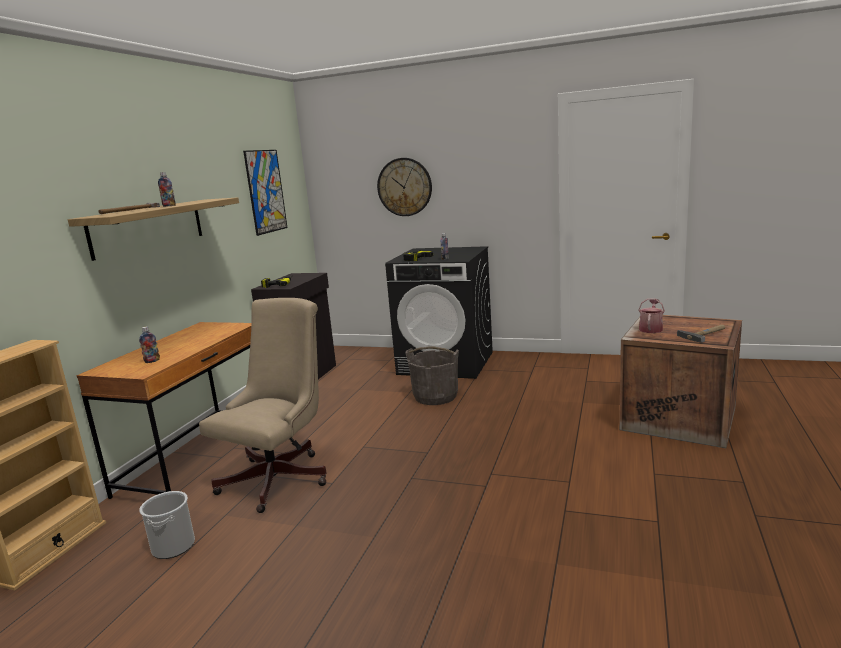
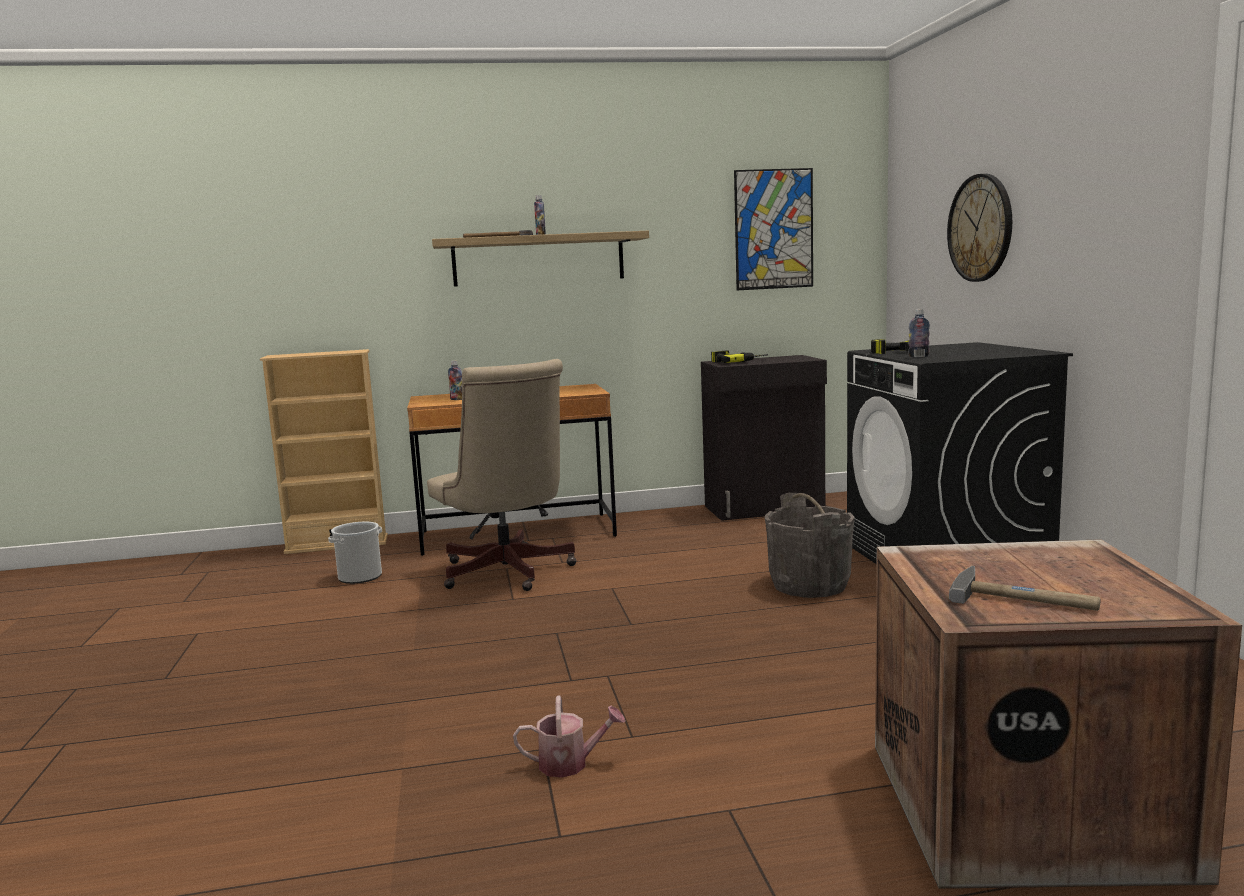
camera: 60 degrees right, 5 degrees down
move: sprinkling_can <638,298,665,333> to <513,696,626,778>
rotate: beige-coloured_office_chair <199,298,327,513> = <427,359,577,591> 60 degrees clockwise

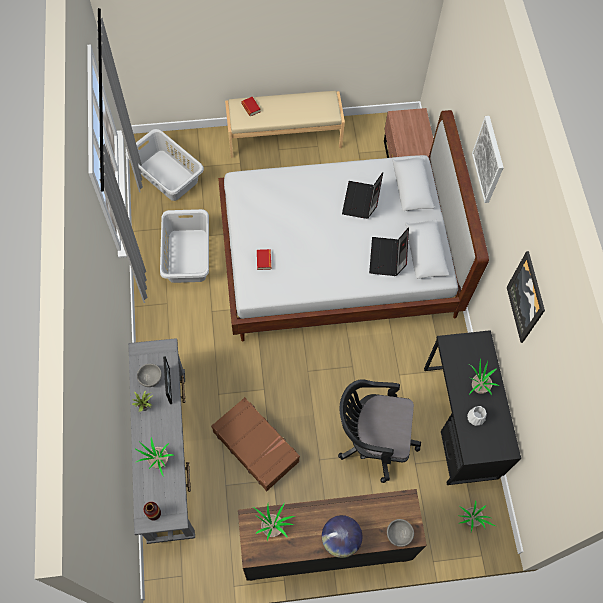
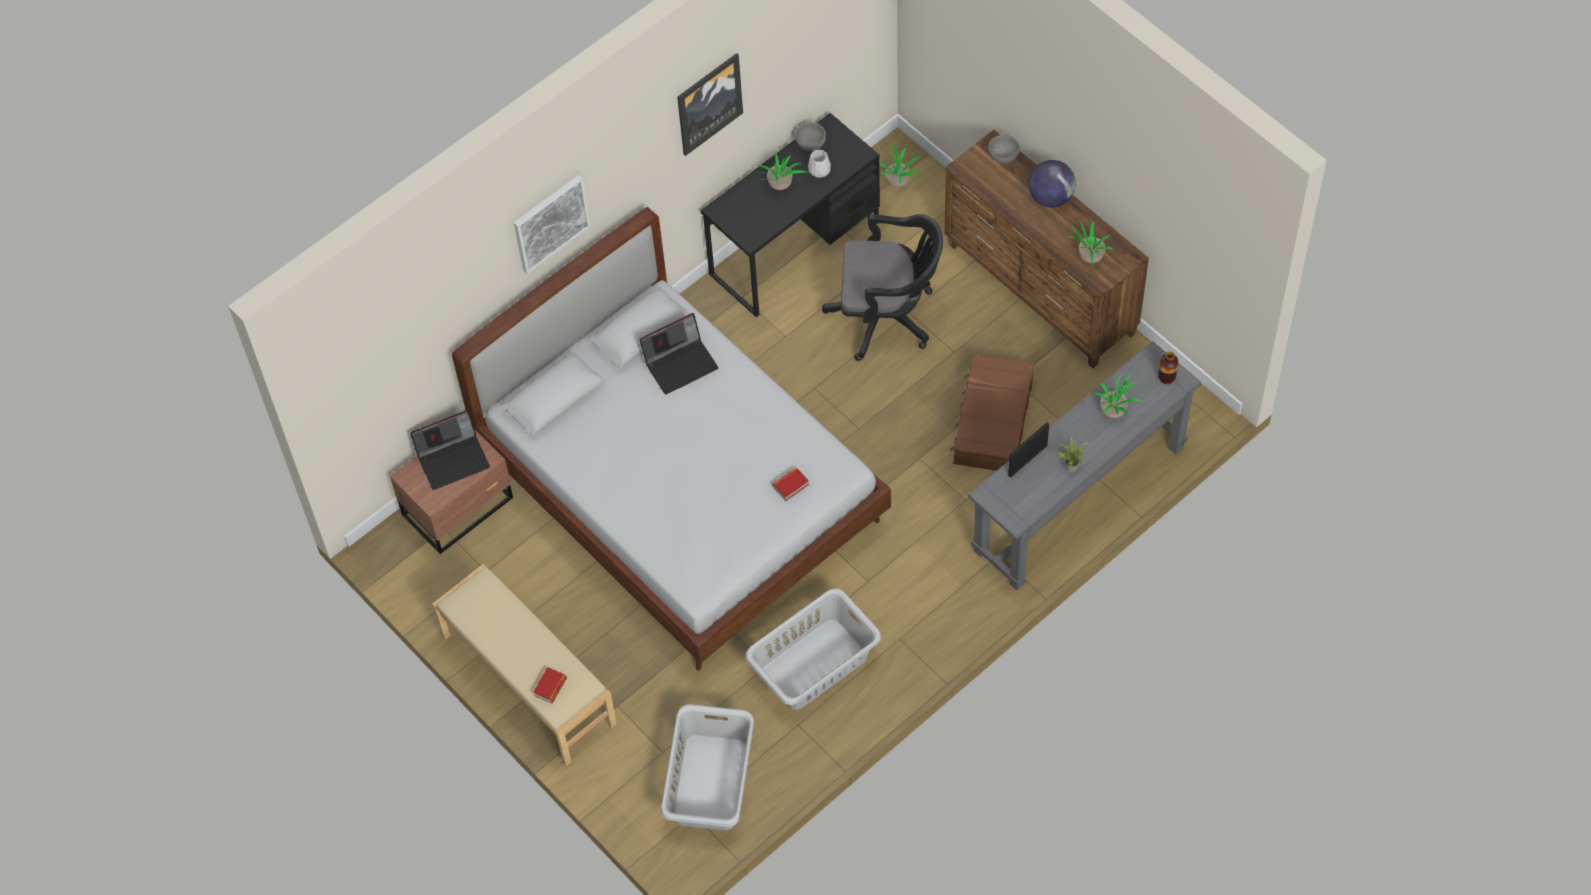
camera: 120 degrees left, 5 degrees down
move: gray_deep_dish <137,364,162,387> to <795,122,826,151>; laptop <342,172,383,219> to <410,410,490,490>
rotate: blackish_office_chair <338,379,421,483> = <822,214,943,361> 60 degrees counterclockwise

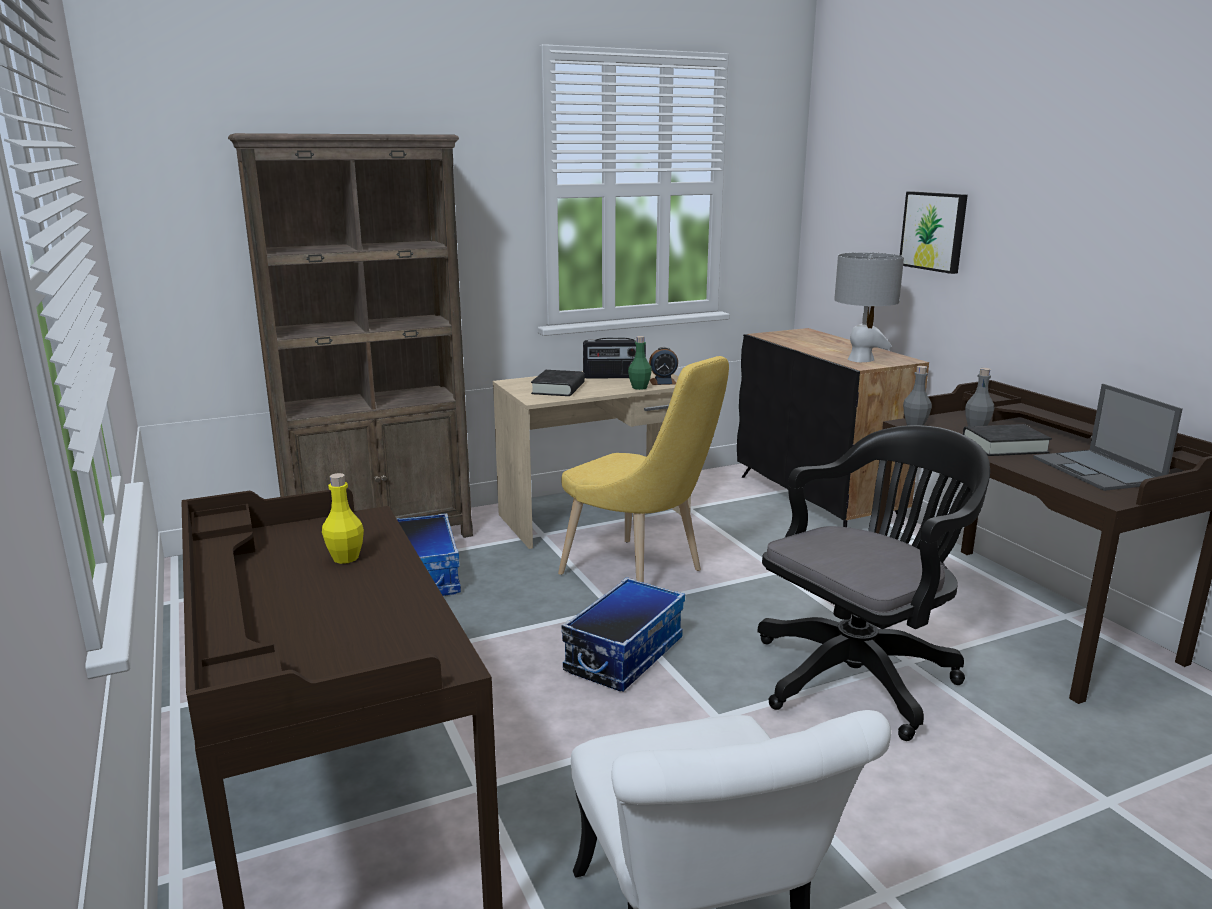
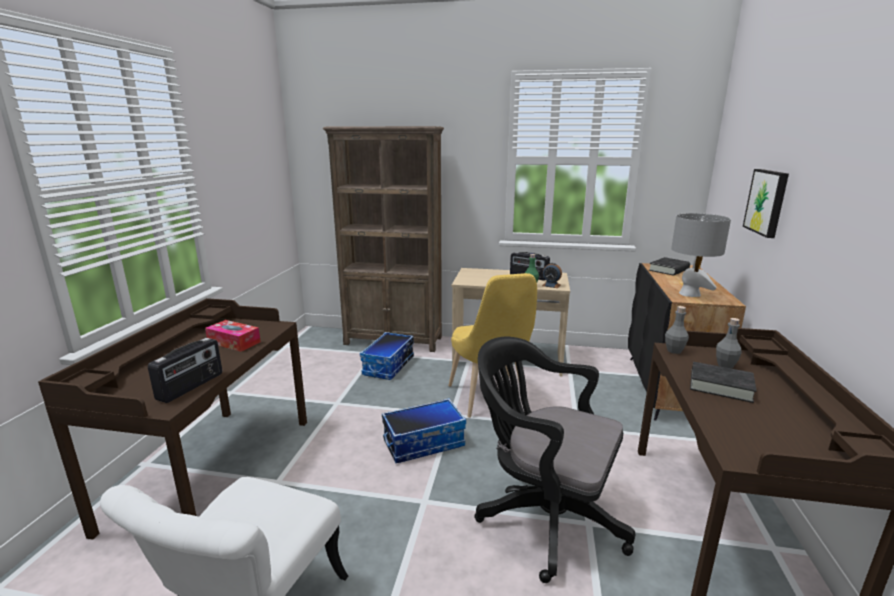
camera: 35 degrees right, 0 degrees up
delete: laptop <1033,384,1183,491>
insert: radio <148,338,222,403>
move: blackish_bound_book <531,370,585,396> to <649,257,690,276>
replace: yellow_beverage_bottle <322,473,364,564> to tissue_box <205,320,261,352>
rotate: blackish_office_chair <758,425,990,741> = <474,337,635,583> 150 degrees counterclockwise

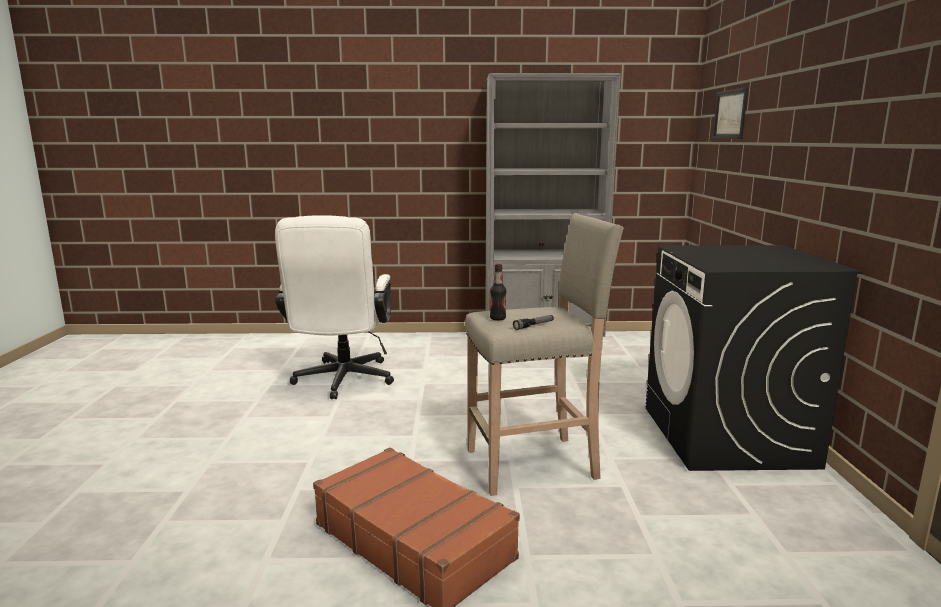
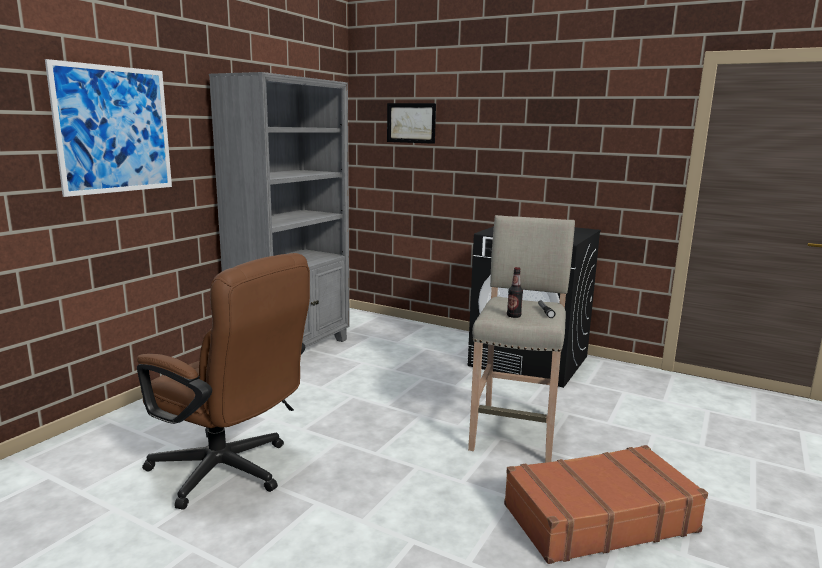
camera: 60 degrees left, 0 degrees up
insert: picture <45,59,172,197>
recolor: whitish_office_chair <275,215,394,399> to brown_office_chair <137,253,310,510>

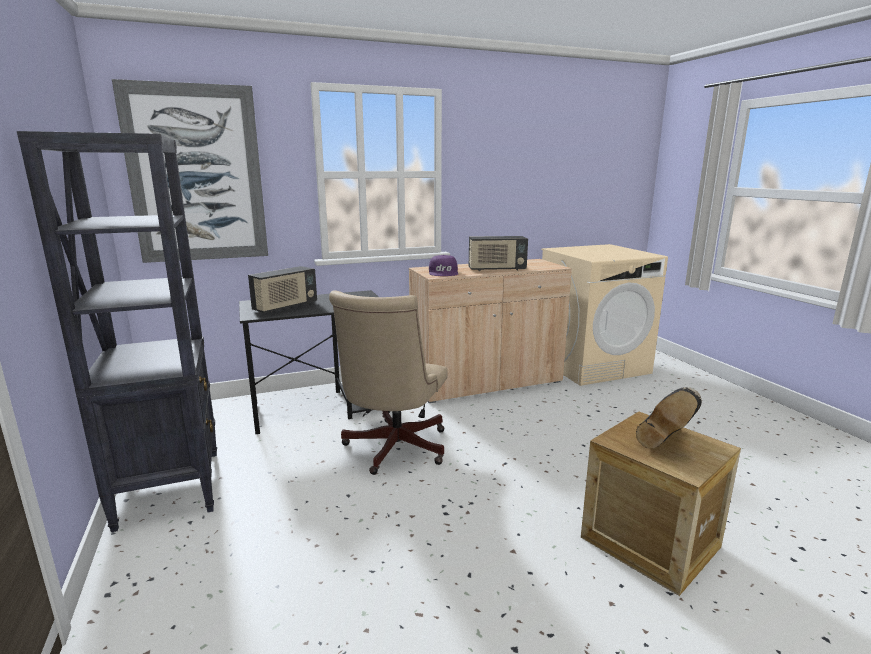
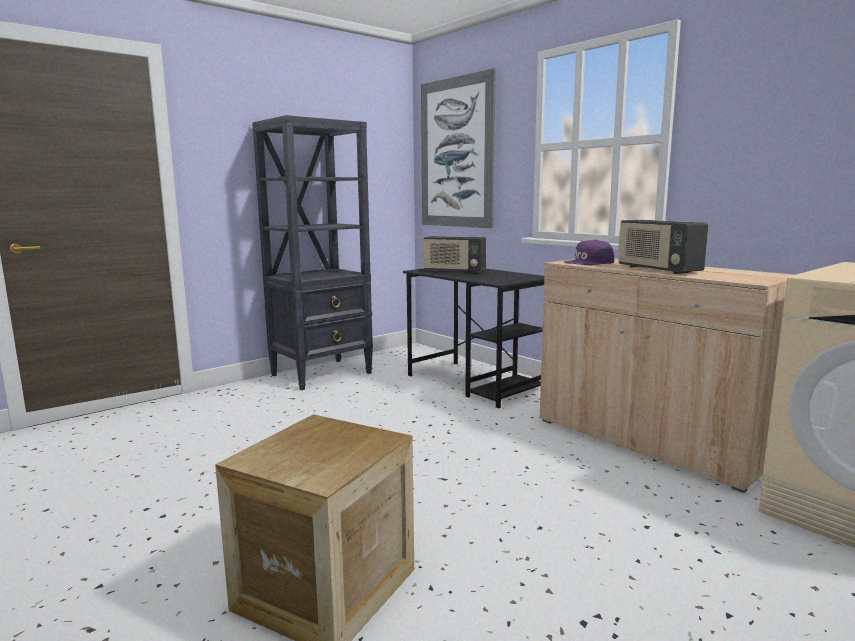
camera: 70 degrees right, 5 degrees down
delete: beige-coloured_office_chair <329,290,448,475>; blackish_high-top_boot <636,387,702,449>

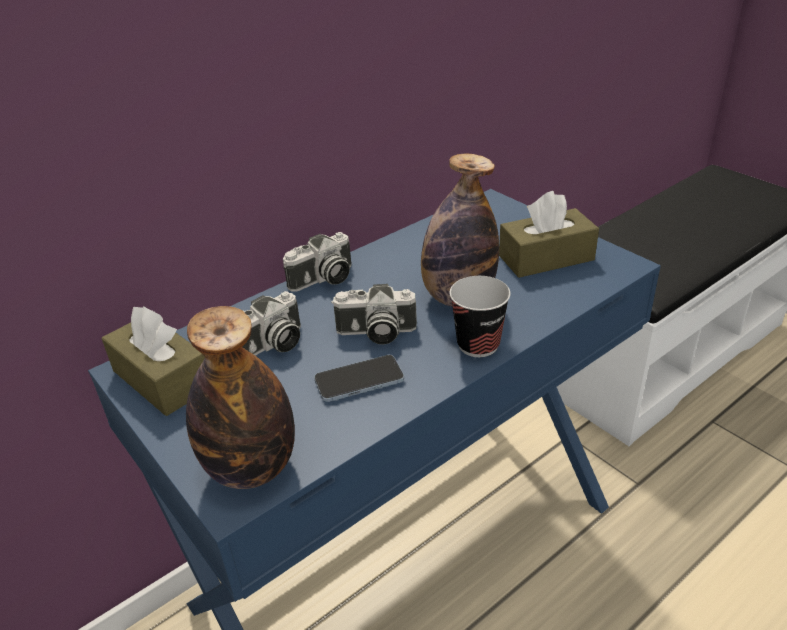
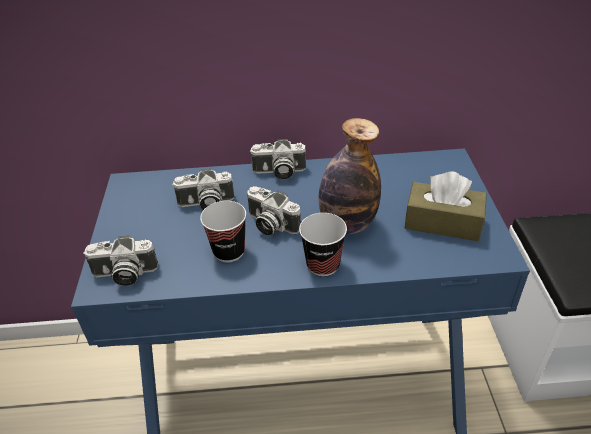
camera: 35 degrees right, 5 degrees up
delete: brown_tissue_box <101,306,205,416>
replace: beverage_bottle <186,306,295,489> to still_camera <83,236,158,286>; handset <314,355,404,402> to cup <200,201,246,262>

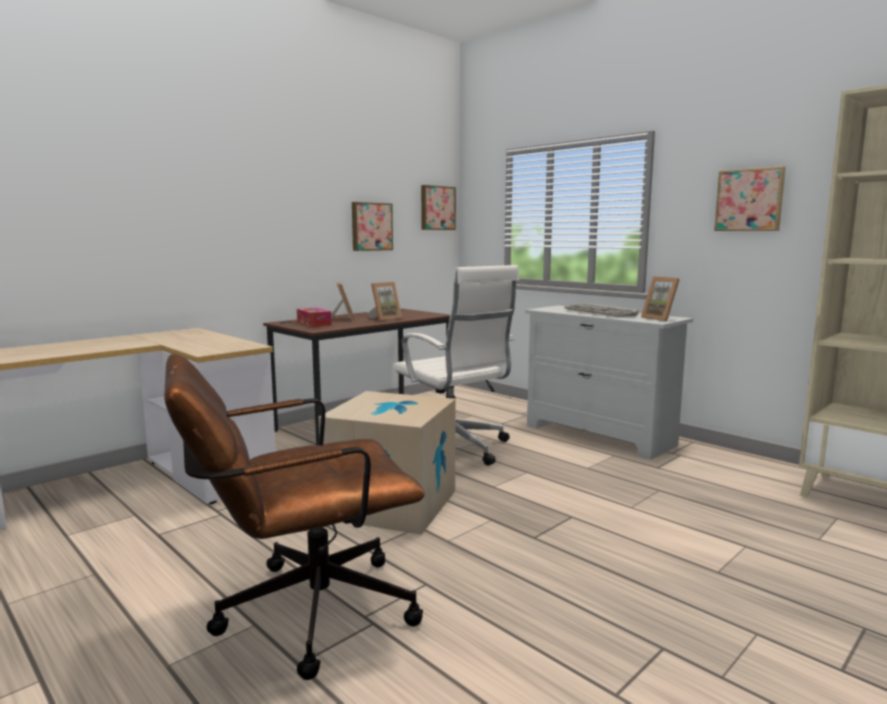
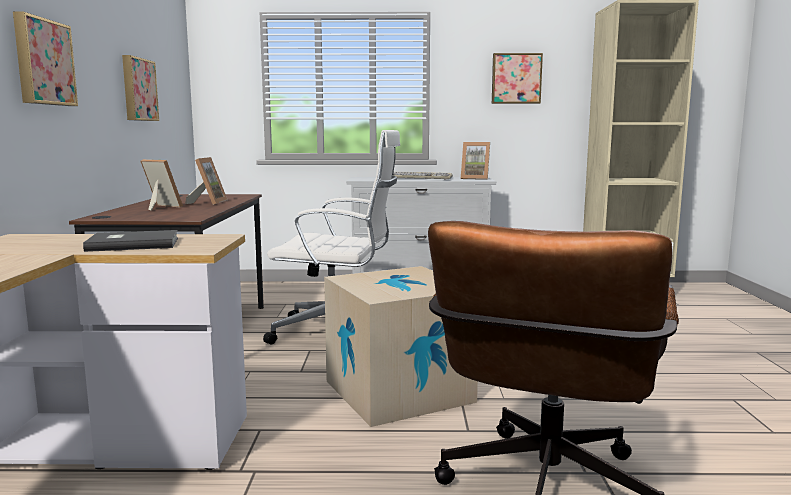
camera: 45 degrees left, 0 degrees up
delete: tissue_box <297,308,332,327>
insert: gray_bound_book <83,230,178,252>
move: picture <421,185,456,230> to <13,12,78,106>

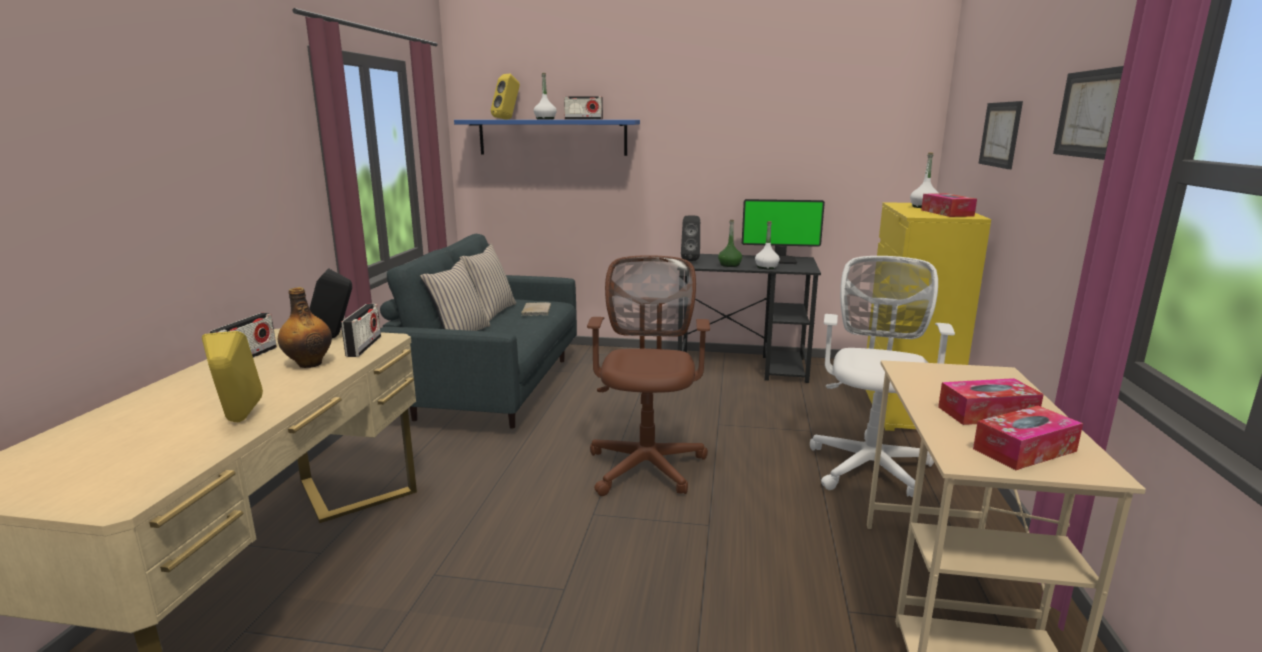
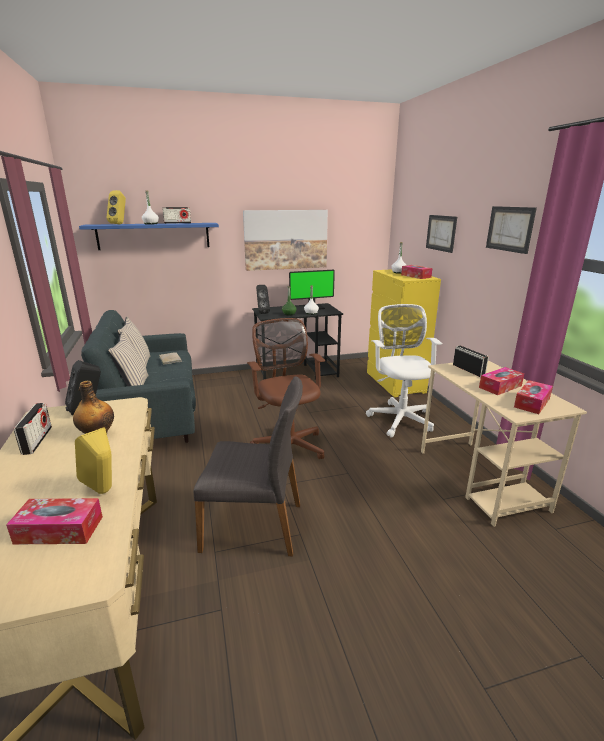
camera: 25 degrees left, 5 degrees up
insert: tissue_box <6,498,103,545>; gray_upright_chair <194,376,303,557>; picture <243,210,328,271>
move: radio <341,304,381,357> to <453,345,489,377>

